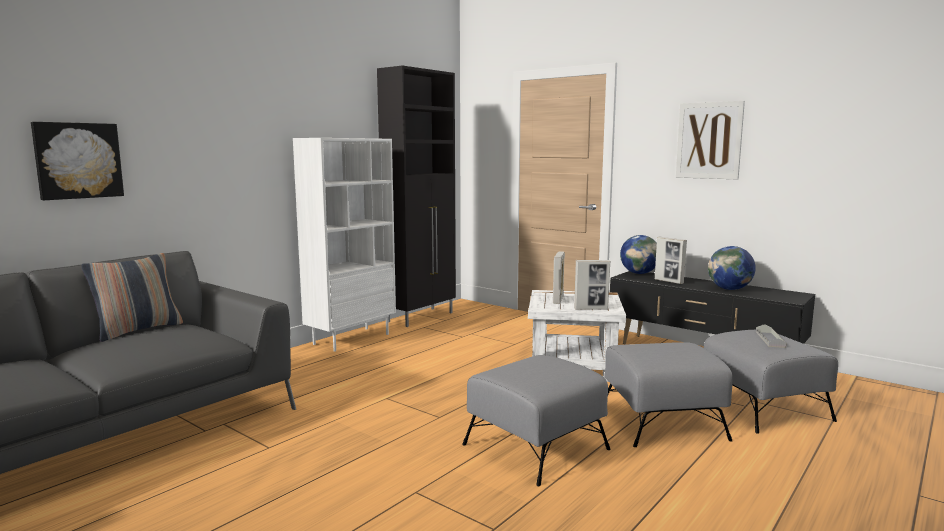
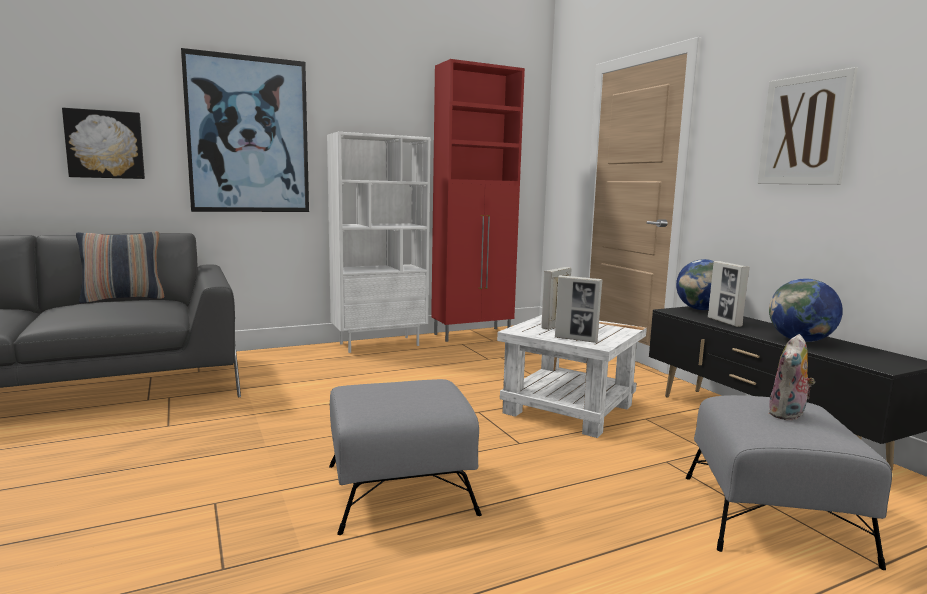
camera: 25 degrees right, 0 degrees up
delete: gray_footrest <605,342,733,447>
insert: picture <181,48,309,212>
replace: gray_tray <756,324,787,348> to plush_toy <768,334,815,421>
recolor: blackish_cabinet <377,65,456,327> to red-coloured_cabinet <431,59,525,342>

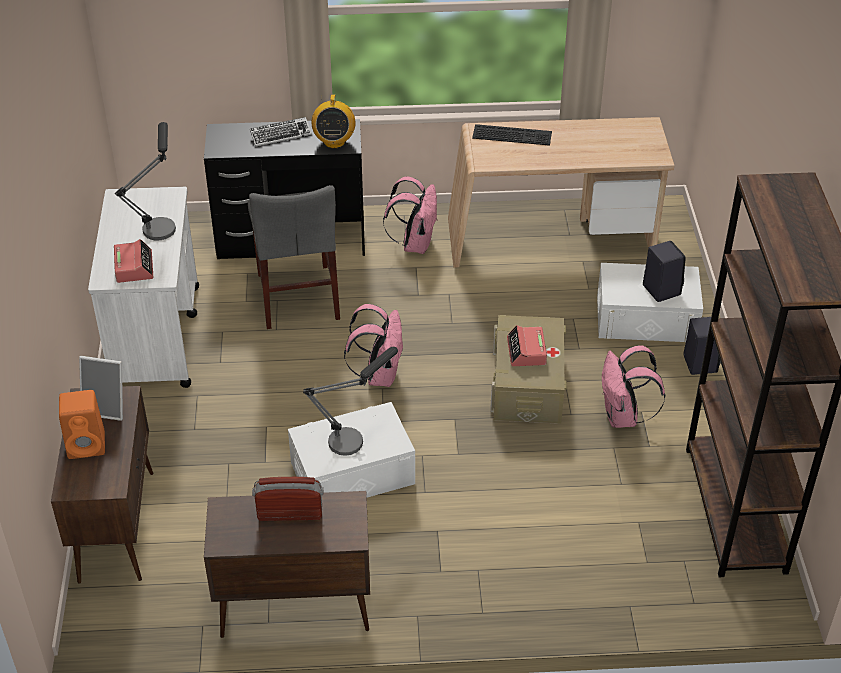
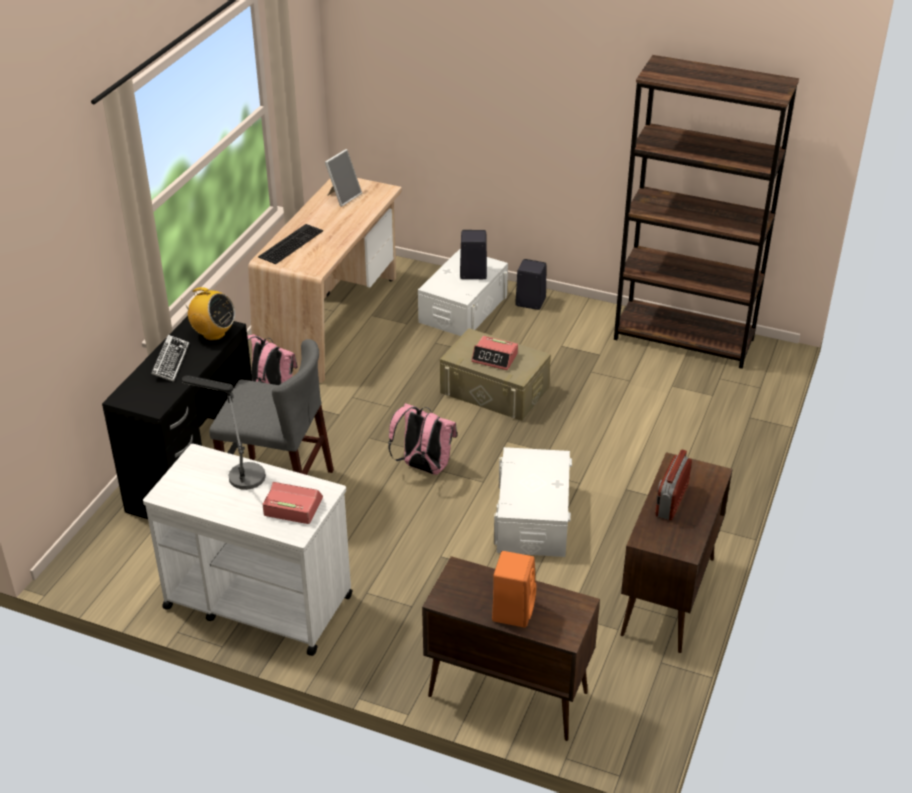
camera: 65 degrees left, 5 degrees down
delete: lamp_for_a_table <303,347,398,456>; pink-coloured_backpack <602,345,666,428>
move: picture_frame <79,356,123,421> to <325,149,362,207>

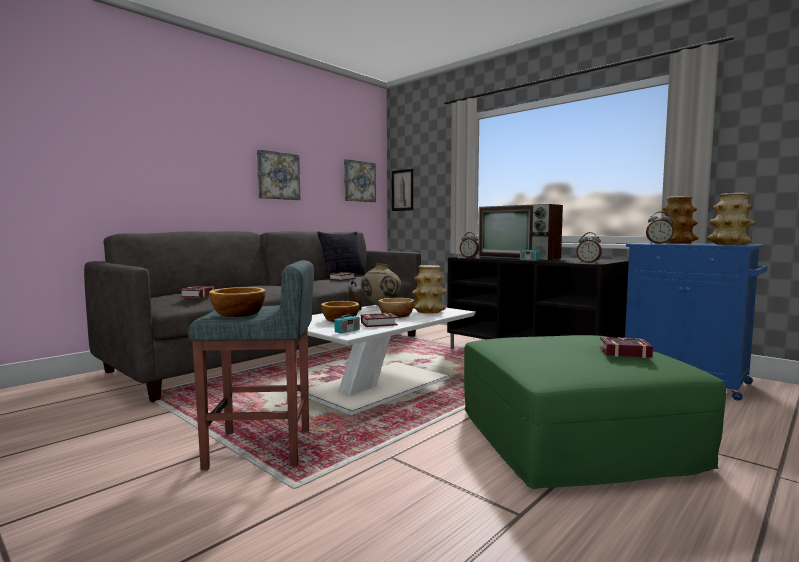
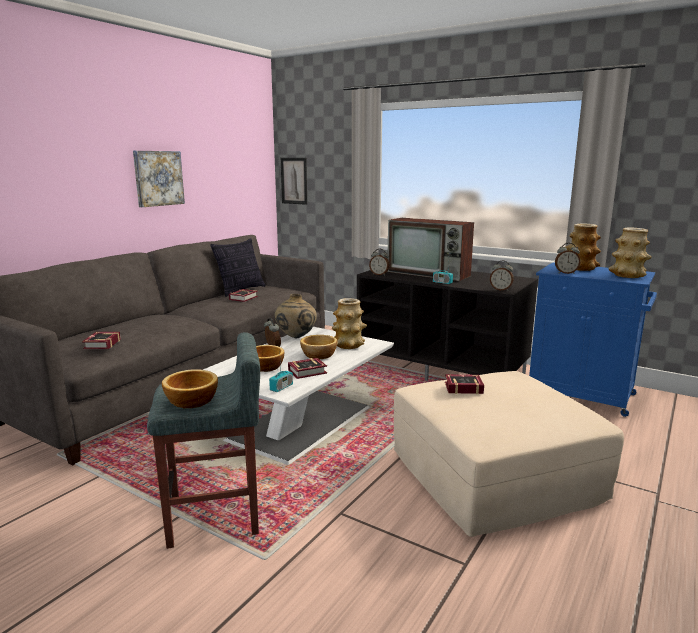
camera: 10 degrees left, 10 degrees up
delete: picture <344,159,376,202>
move: bound_book <600,337,653,358> to <445,374,484,394>
recolor: green-coloured_footrest <464,335,726,489> to beige-coloured_footrest <394,371,624,537>

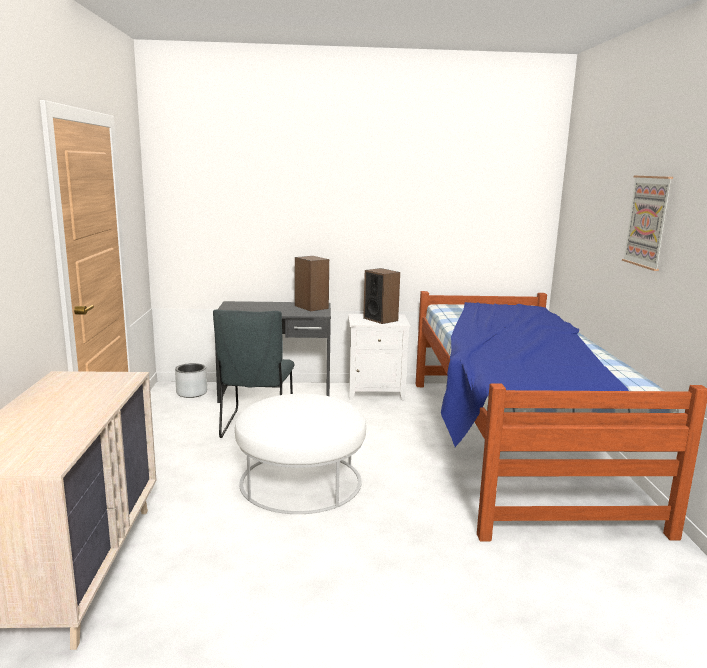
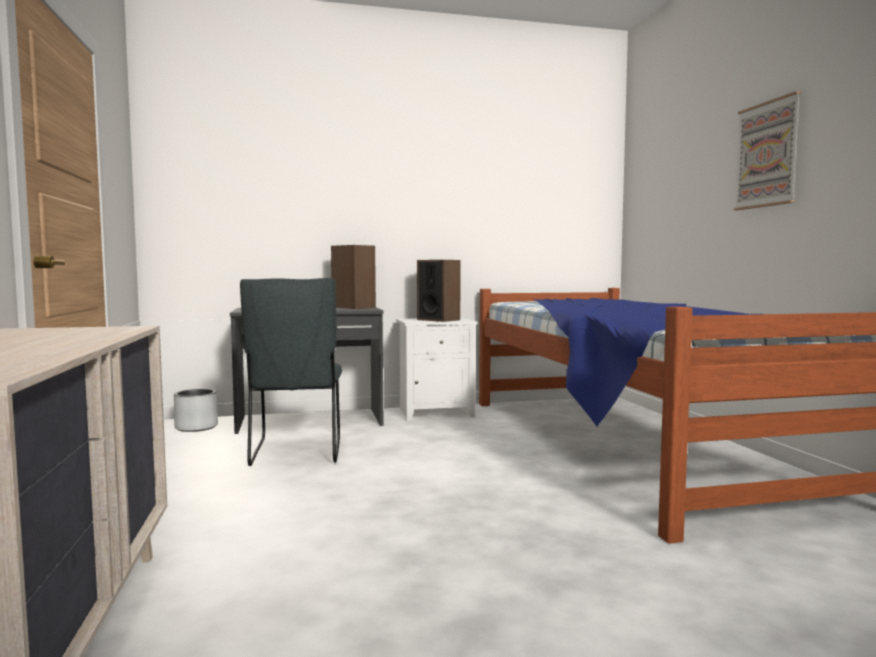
camera: 10 degrees left, 10 degrees down
delete: whitish_footrest <235,394,366,514>

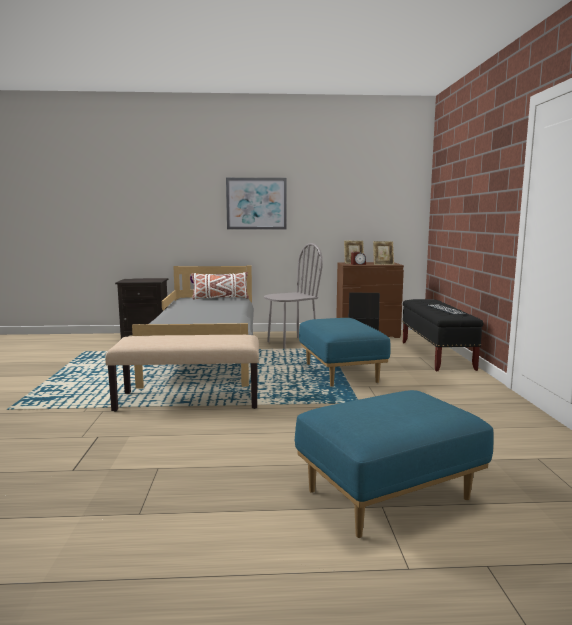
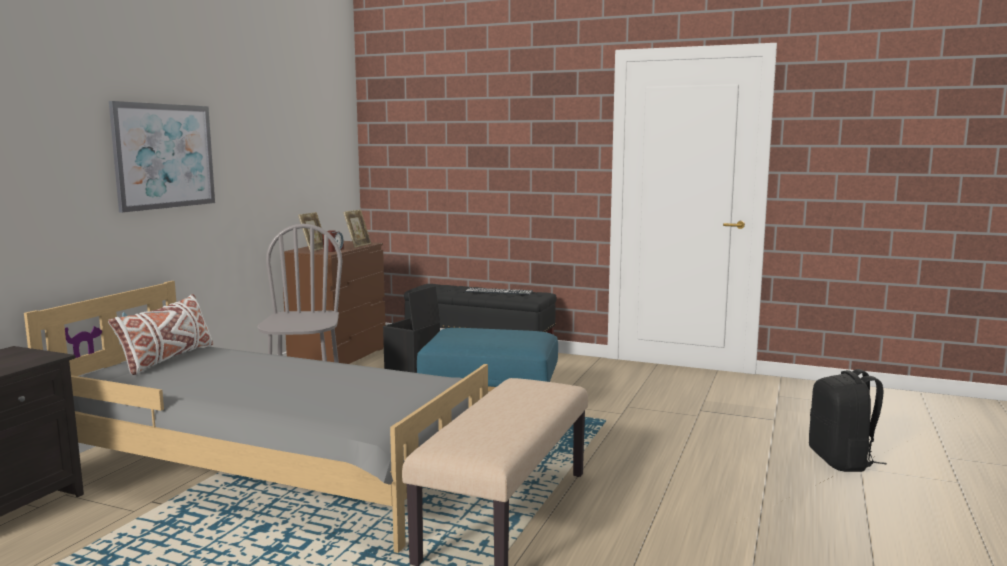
camera: 65 degrees left, 0 degrees up
replace: blue-coloured_footrest <295,390,494,538> to blackish_backpack <809,369,887,472>

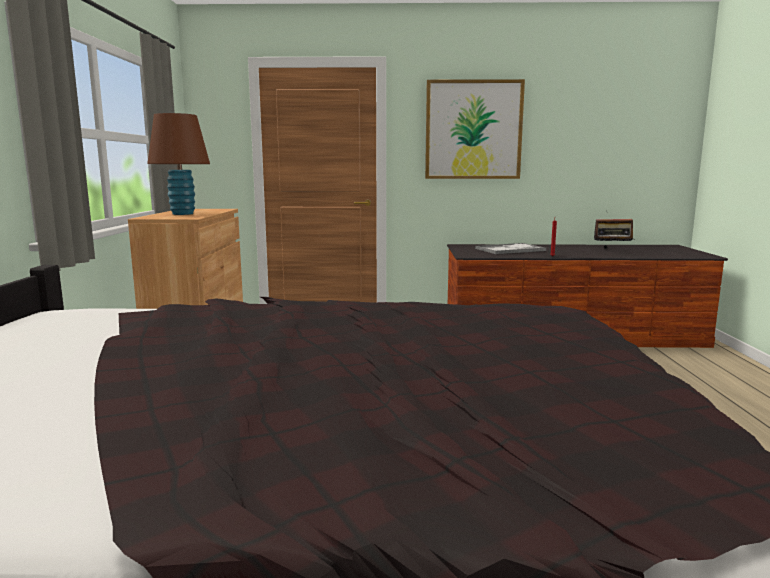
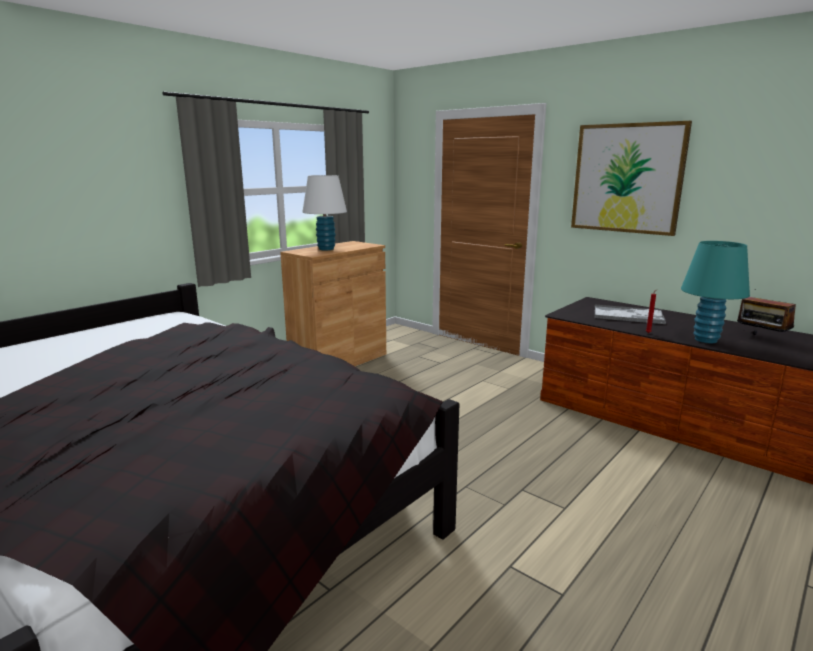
camera: 40 degrees right, 5 degrees up
insert: turquoise-coloured_lamp_for_a_table <681,241,750,343>
recolor: brown_lamp_for_a_table <147,113,210,215> to whitish_lamp_for_a_table <302,175,347,250>

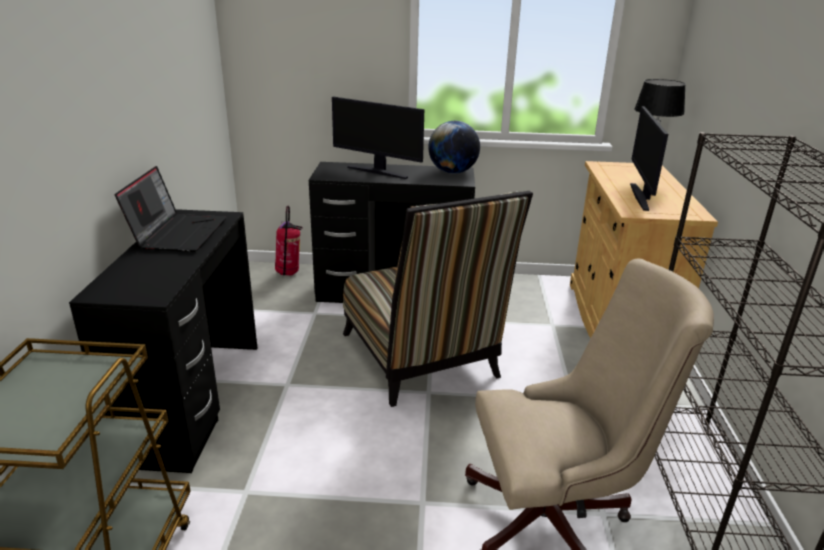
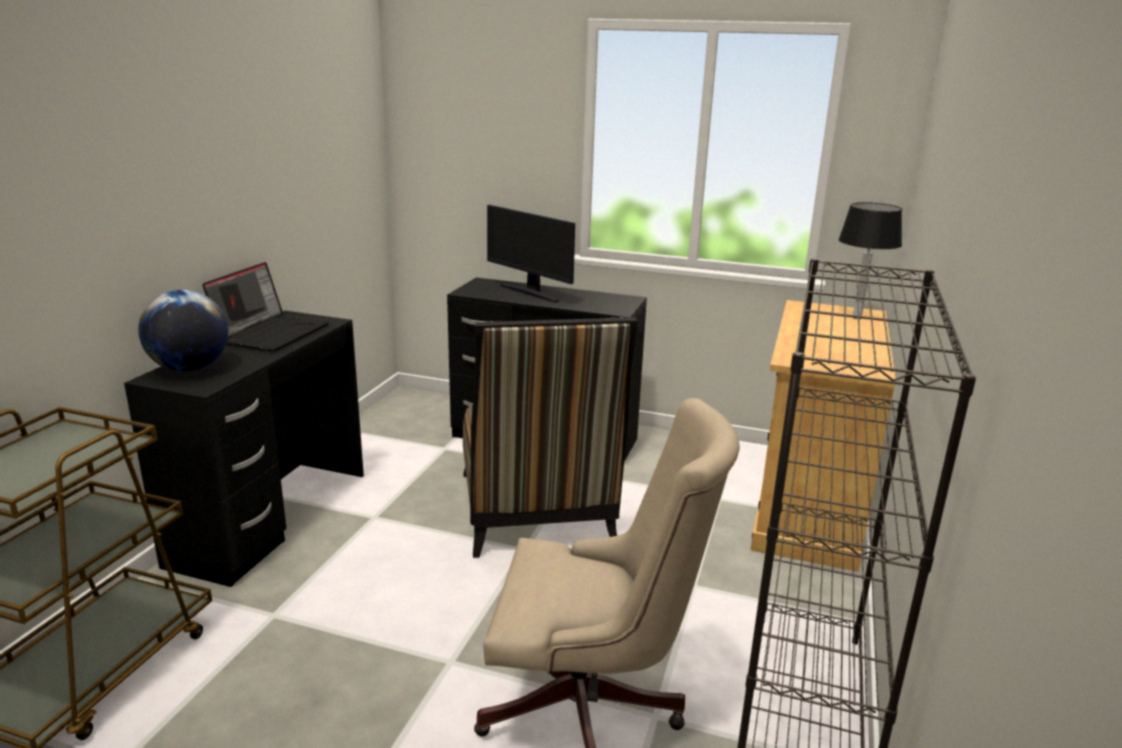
camera: 15 degrees right, 5 degrees down
delete: extinguisher <275,206,303,276>; computer_screen <630,106,668,211>
move: world_globe <428,121,480,174> to <138,290,228,372>

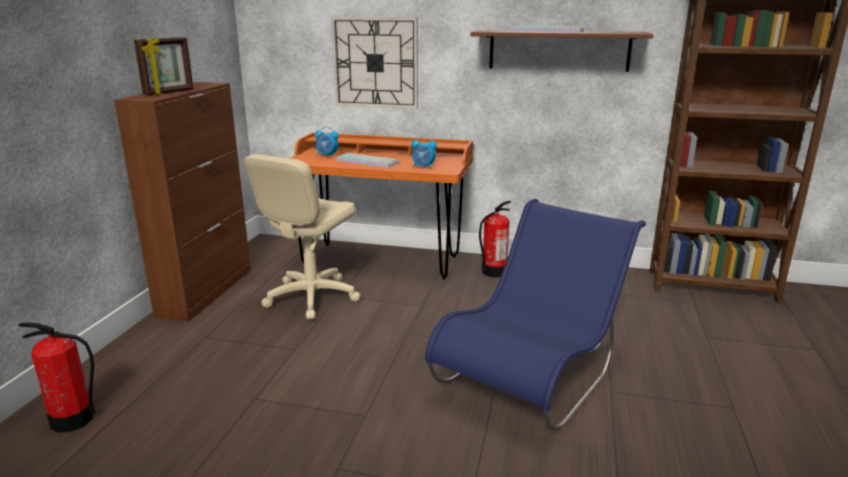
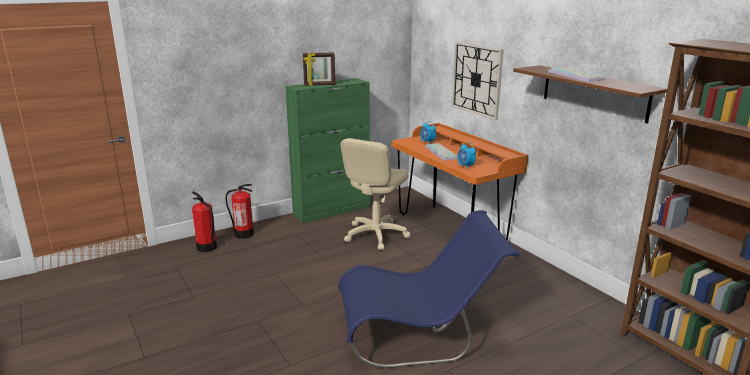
camera: 45 degrees right, 0 degrees up
move: extinguisher <479,201,511,277> to <226,184,254,239>
recolor: brown_cabinet <114,82,251,322> to green-coloured_cabinet <285,78,370,223>
rotate: beige-coloured_office_chair <244,154,360,319> = <340,138,411,250> 45 degrees counterclockwise

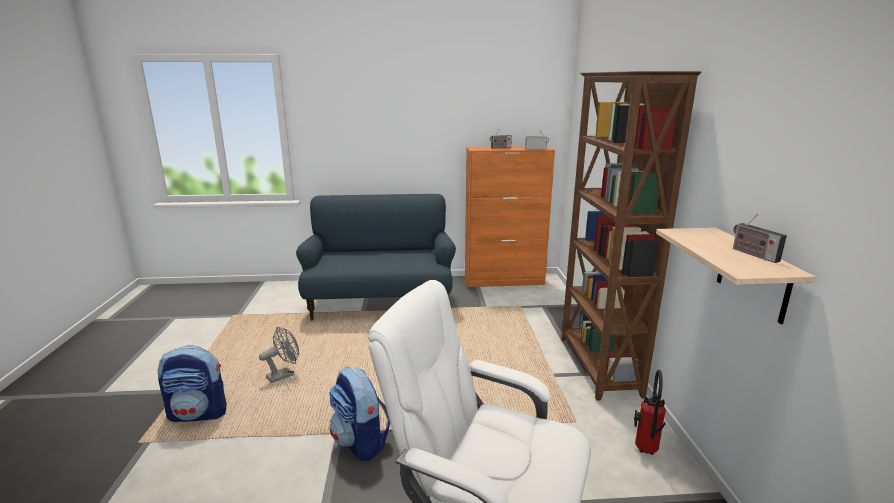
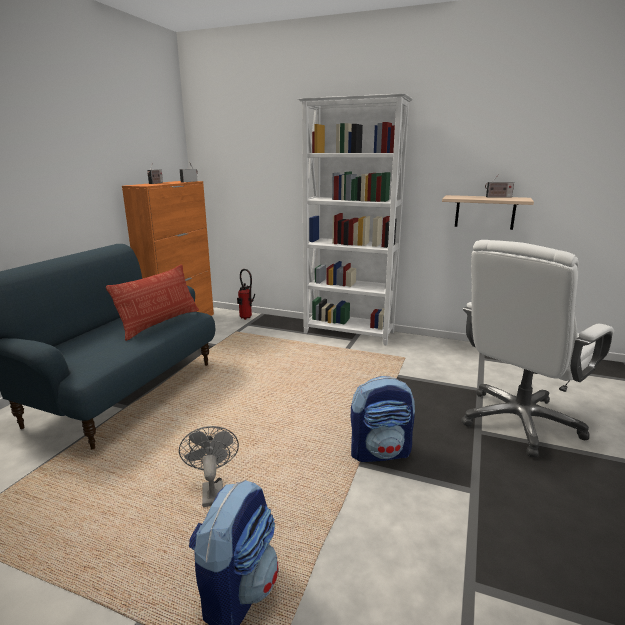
camera: 65 degrees left, 0 degrees up
insert: throw_pillow <106,264,199,341>
move: extinguisher <634,370,666,455> to <237,269,255,320>
recolor: brown_bookshelf <561,71,702,401> to whitish_bookshelf <297,93,413,346>

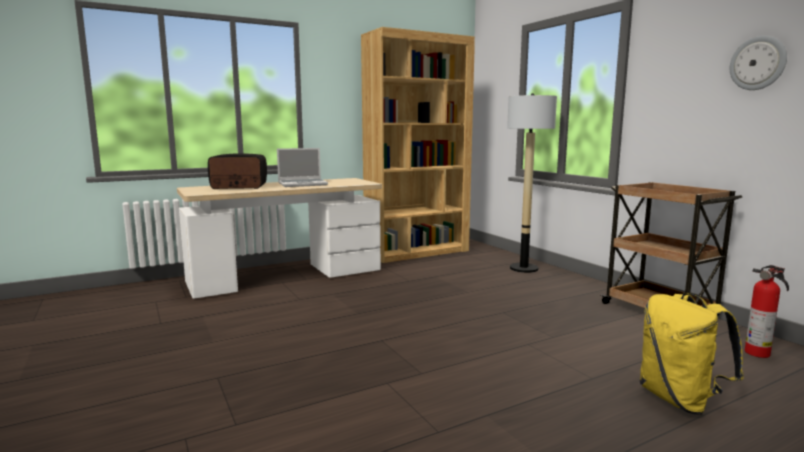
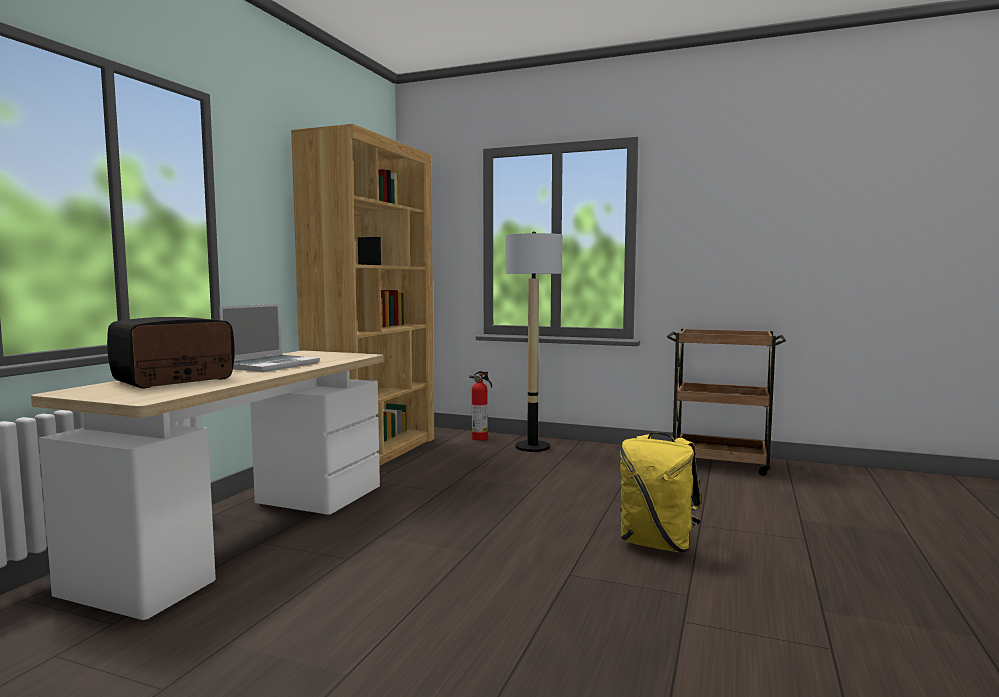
camera: 40 degrees left, 5 degrees down
delete: wall_clock <730,36,787,90>
move: yellow_backpack <640,293,744,415> to <620,432,702,552>; extinguisher <745,265,789,358> to <469,371,492,441>

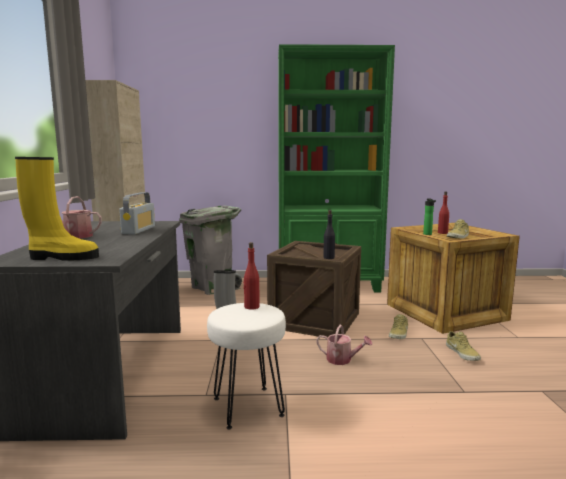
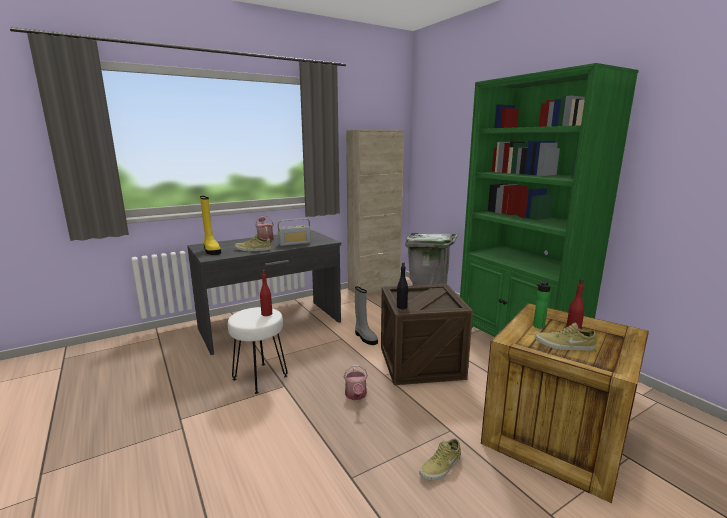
camera: 60 degrees right, 5 degrees up
move: beige-coloured_shoe <389,314,408,339> to <234,234,272,251>

